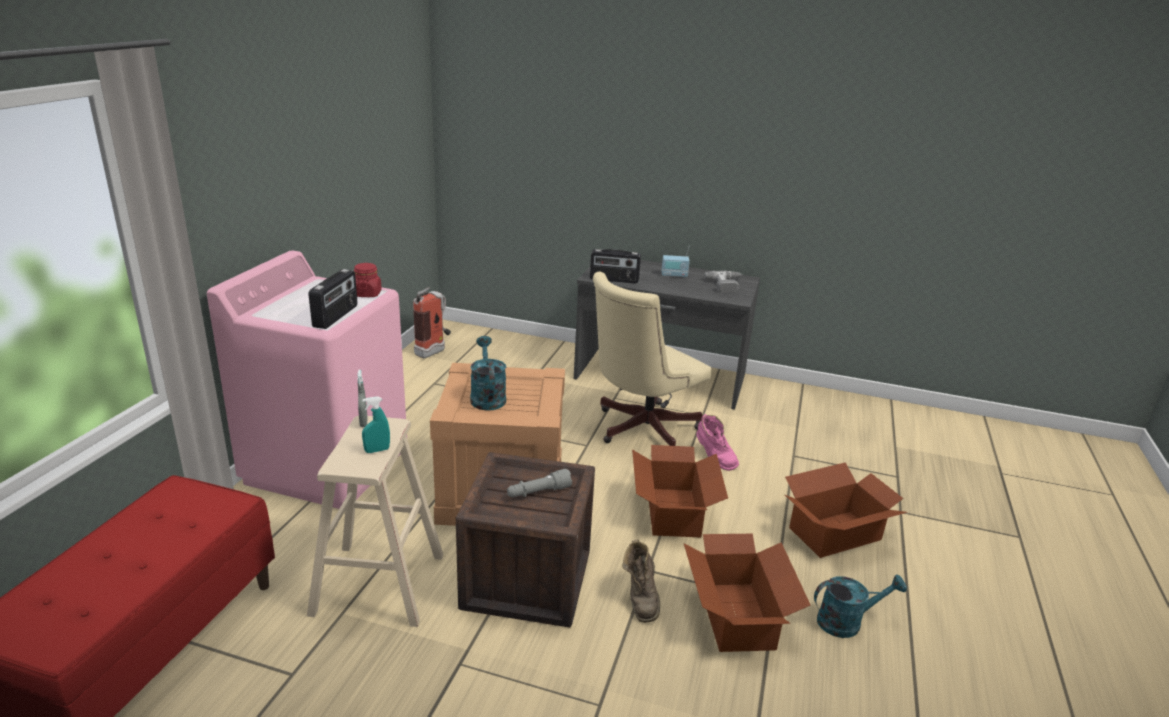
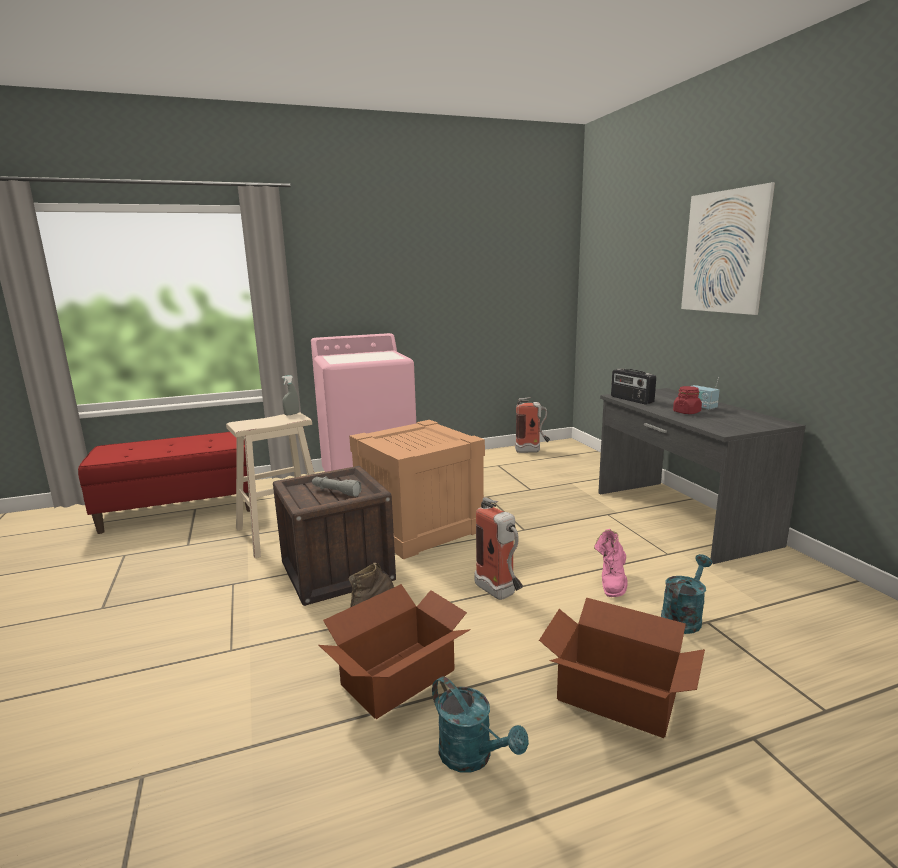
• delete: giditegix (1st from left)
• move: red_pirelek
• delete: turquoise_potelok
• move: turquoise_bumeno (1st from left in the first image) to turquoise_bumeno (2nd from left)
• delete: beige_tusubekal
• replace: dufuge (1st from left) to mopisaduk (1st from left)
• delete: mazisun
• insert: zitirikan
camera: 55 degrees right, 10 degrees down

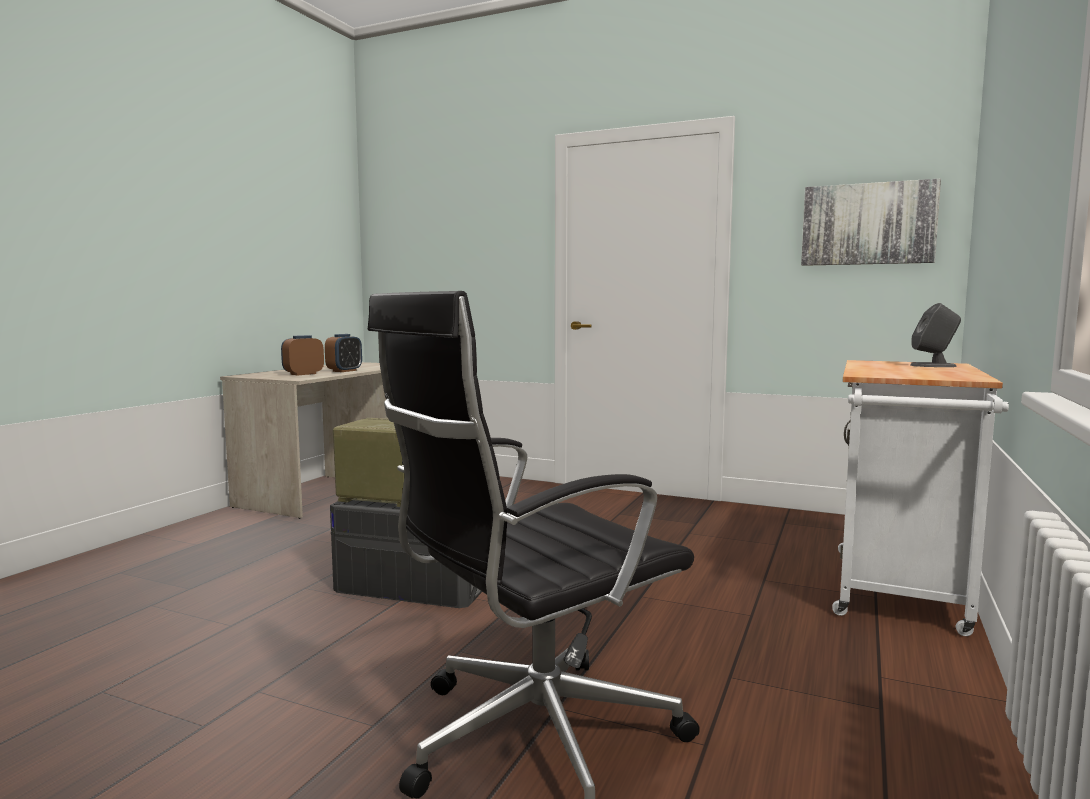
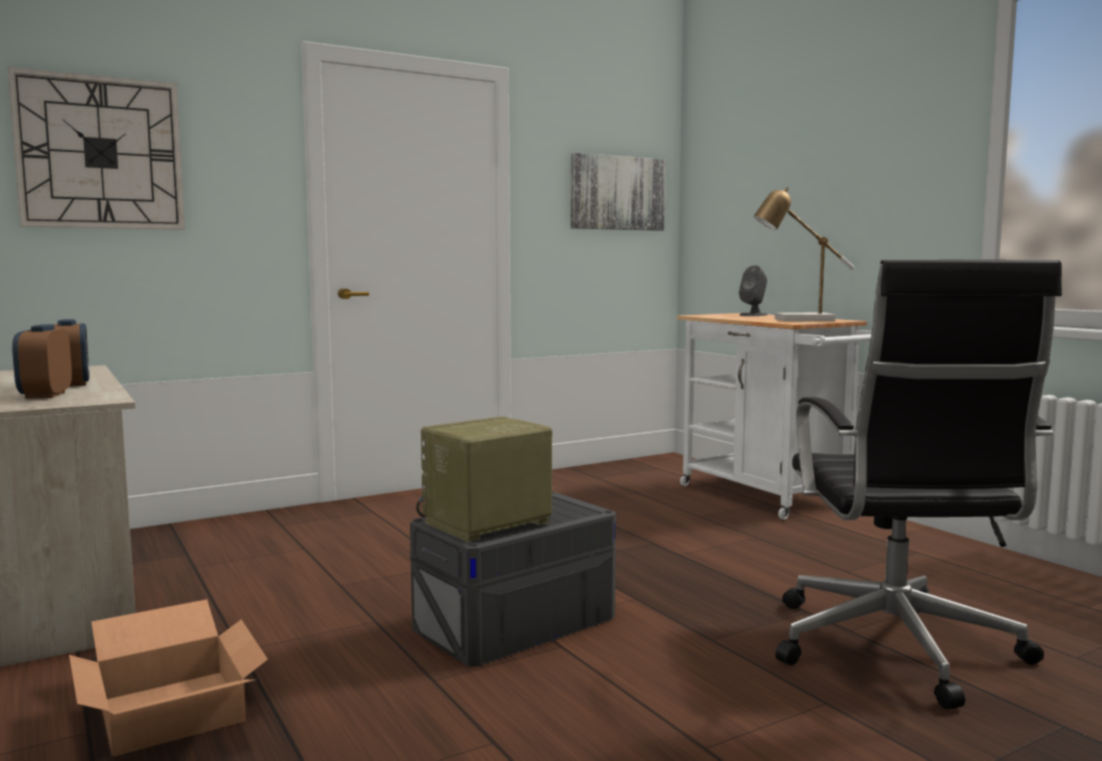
• insert: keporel
• insert: dufuge
• insert: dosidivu
camera: 55 degrees left, 0 degrees up

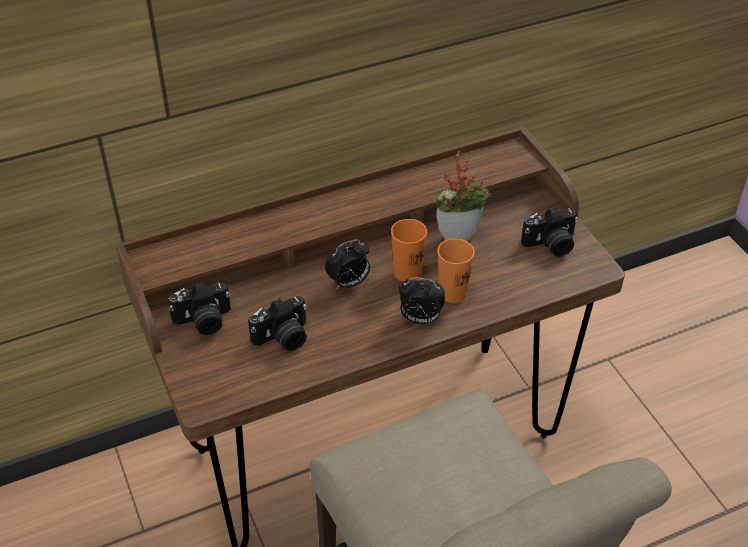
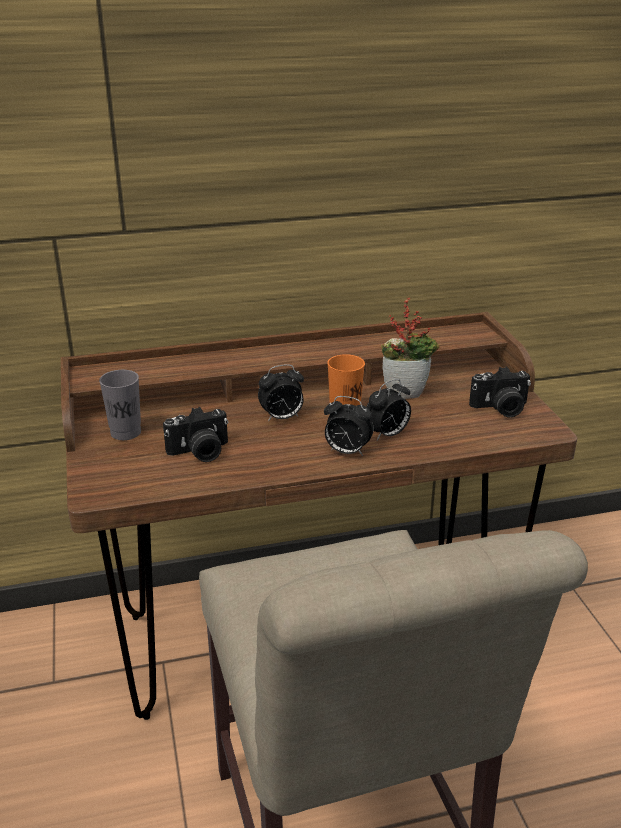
• replace: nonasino (1st from left) to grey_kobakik
• replace: orange_kobakik (2nd from left) to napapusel (3rd from left)
camera: 10 degrees right, 15 degrees down

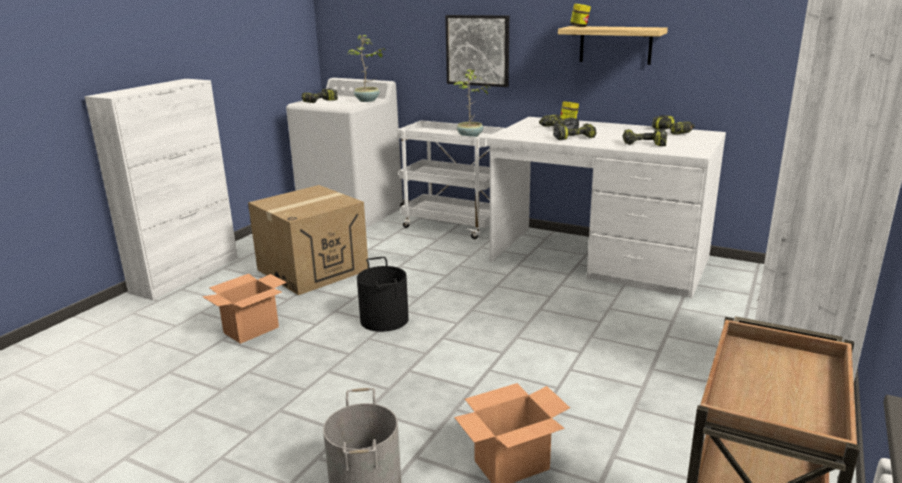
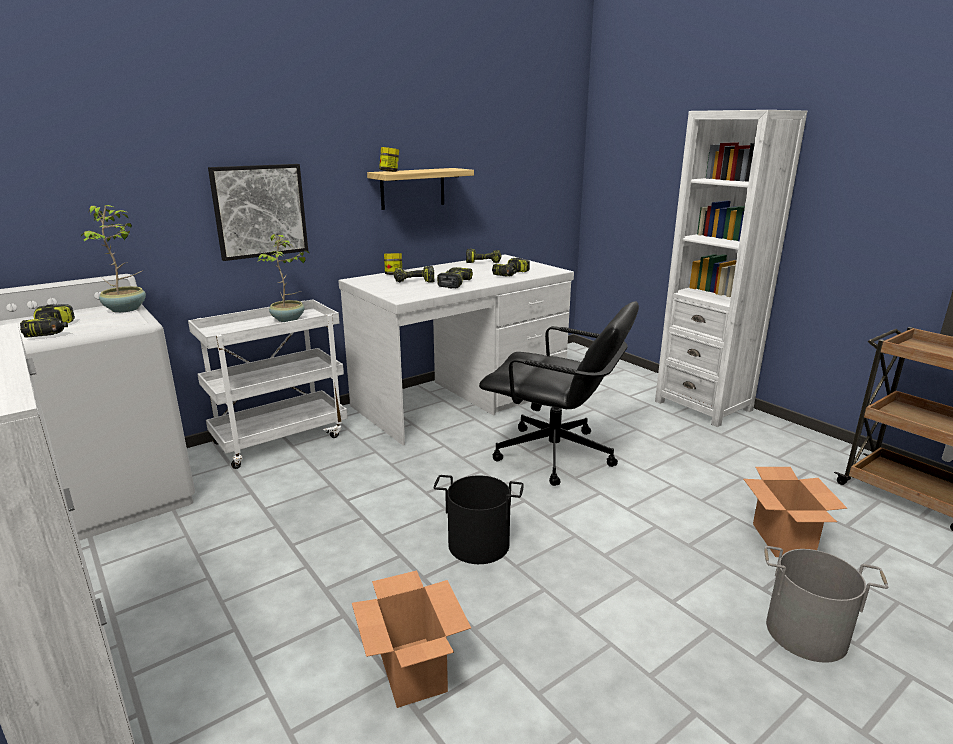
• delete: dufuge (2nd from left)
• insert: black_tusubekal
camera: 65 degrees left, 0 degrees up

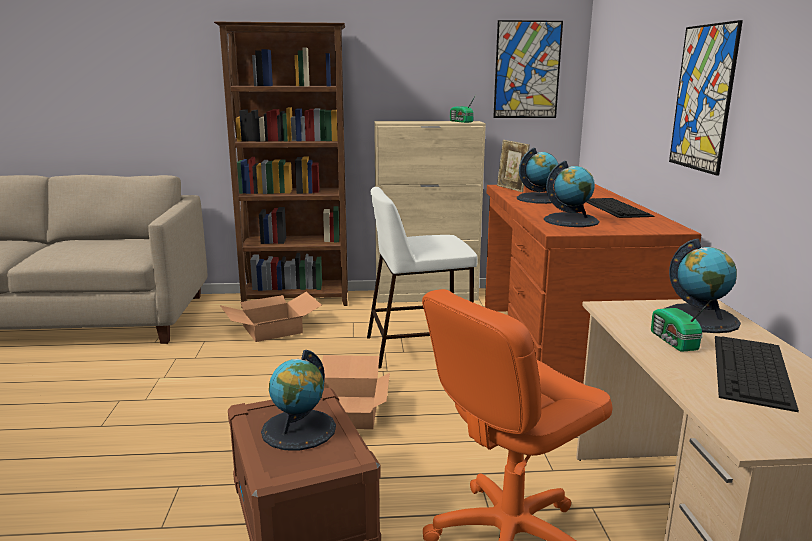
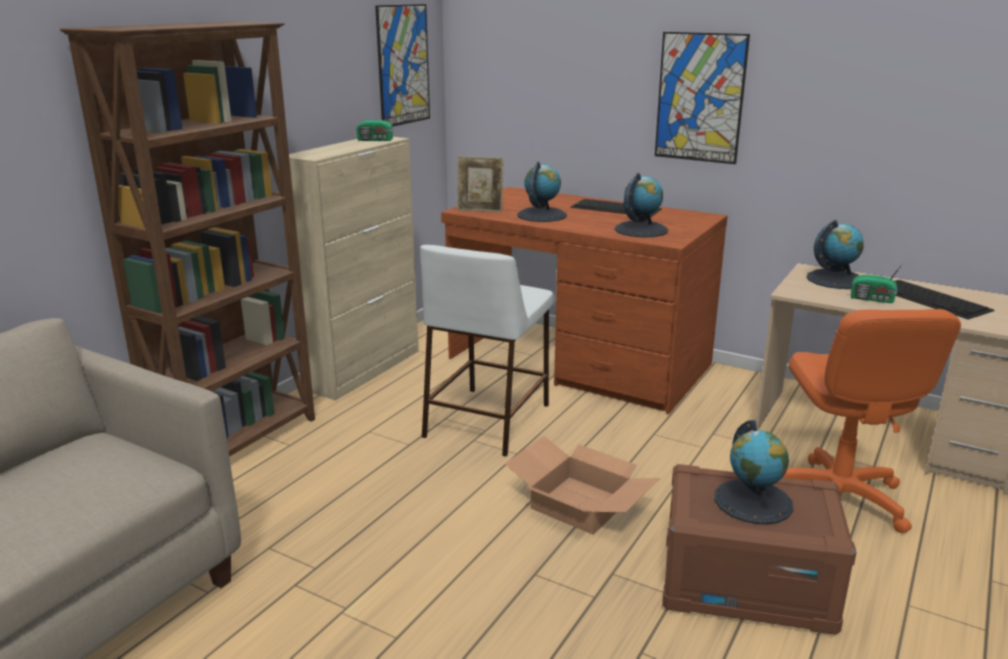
• delete: dufuge (1st from left)
camera: 55 degrees left, 5 degrees up

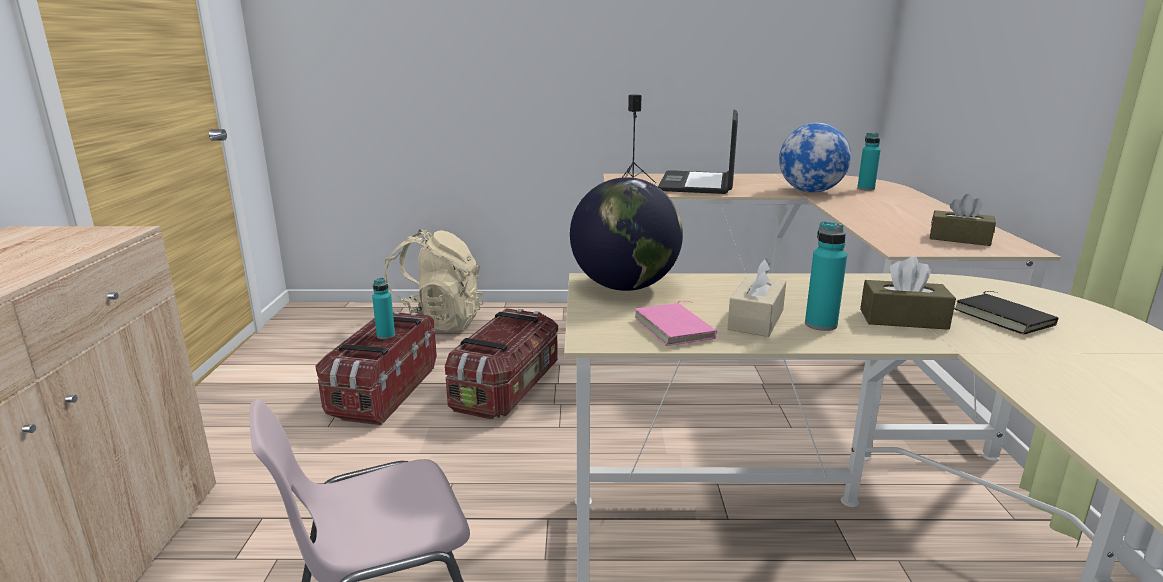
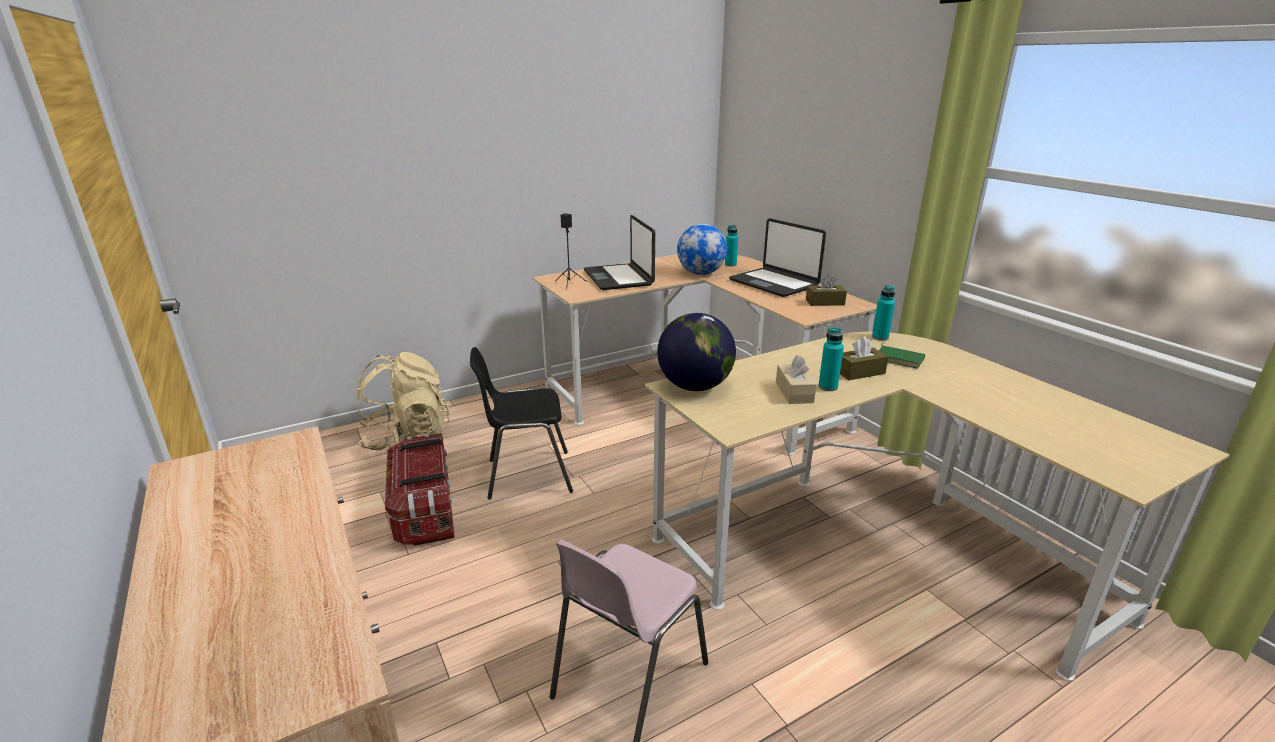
• move: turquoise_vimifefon (1st from left in the first image) to turquoise_vimifefon (3rd from left)
• replace: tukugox (2nd from left) to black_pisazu
• delete: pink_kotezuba
• recolor: black_kotezuba to green_kotezuba
• insert: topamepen (2nd from left)
camera: 30 degrees left, 5 degrees up

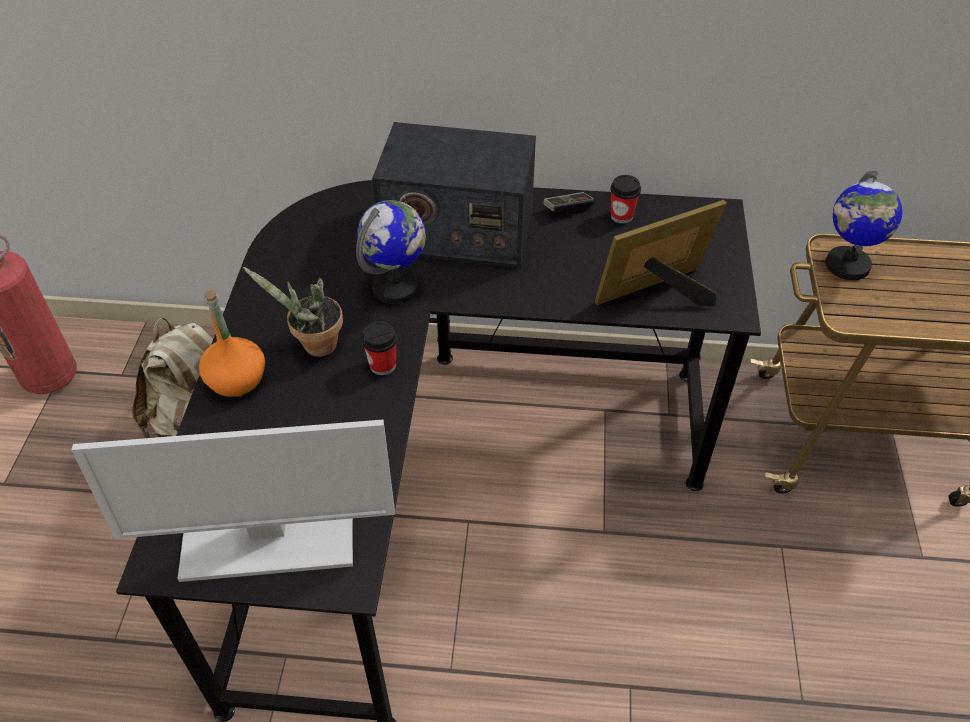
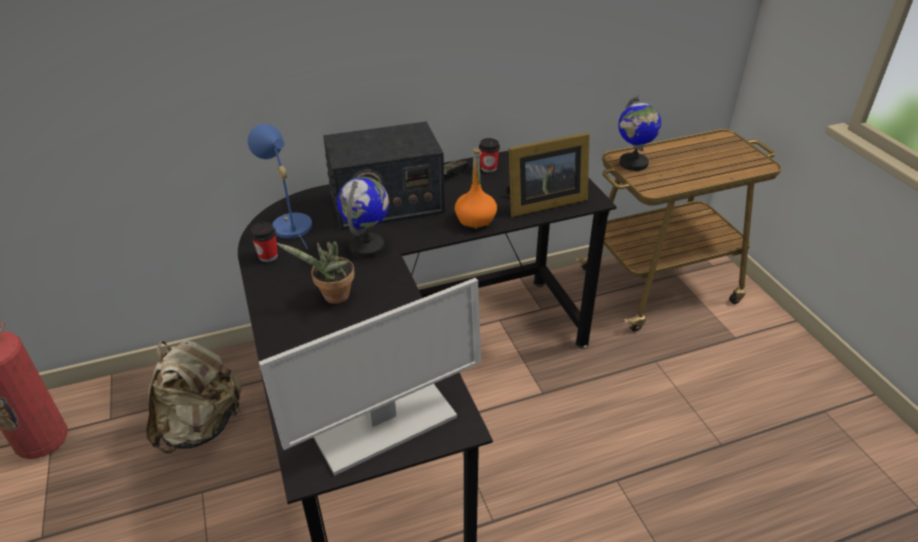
• move: orange_vimifefon
• move: kobakik (1st from left)
• rotate: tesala 150 degrees counterclockwise
• insert: blue_dosidivu
camera: 25 degrees left, 10 degrees down

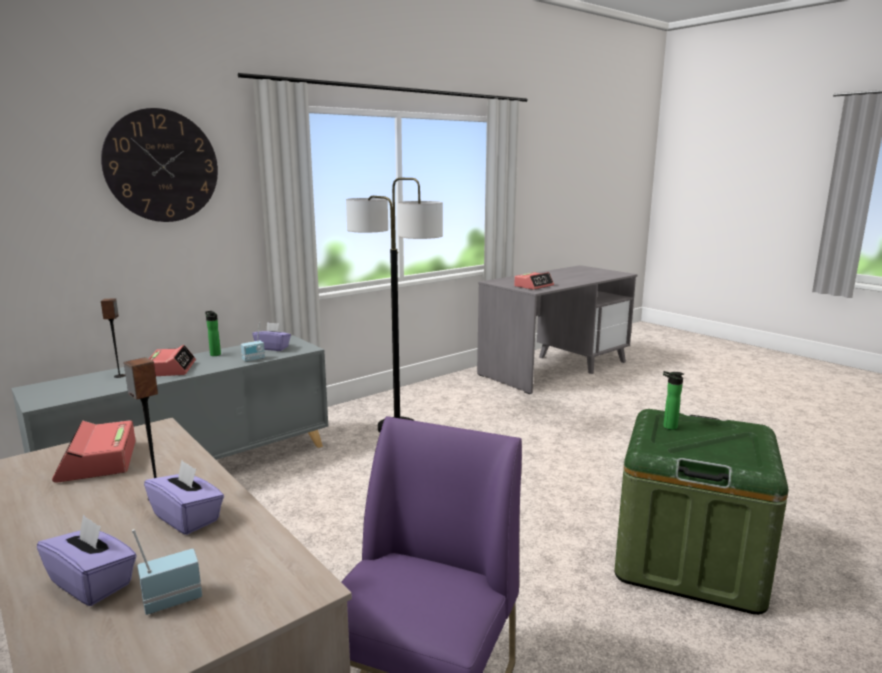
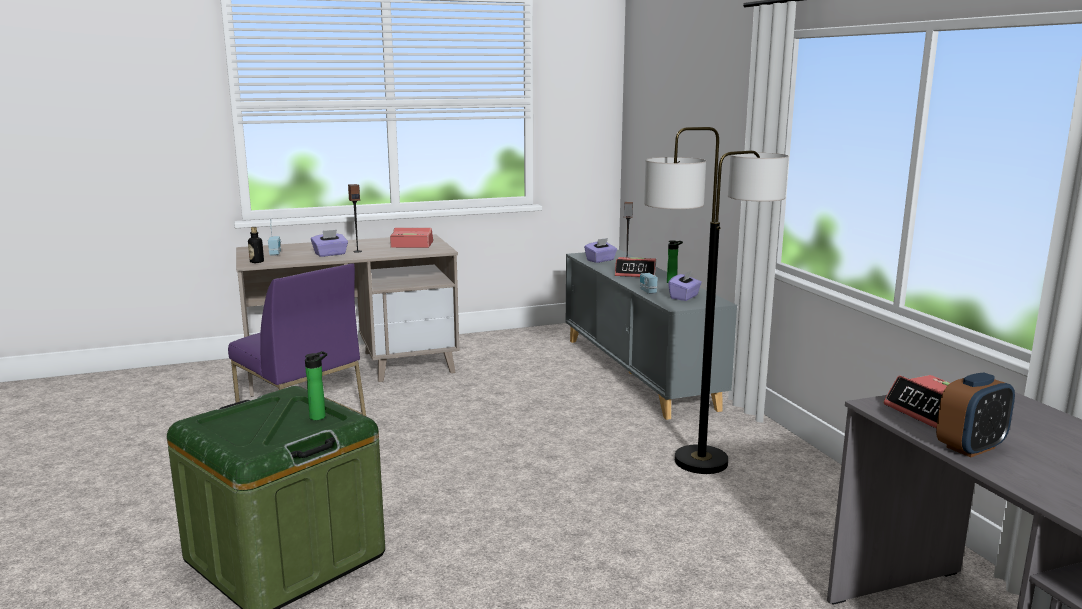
• move: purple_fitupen (1st from left in the first image) to purple_fitupen (2nd from left)
• delete: keporel
• insert: vimifefon (1st from left)
• insert: napapusel (4th from left)
camera: 110 degrees right, 0 degrees up

